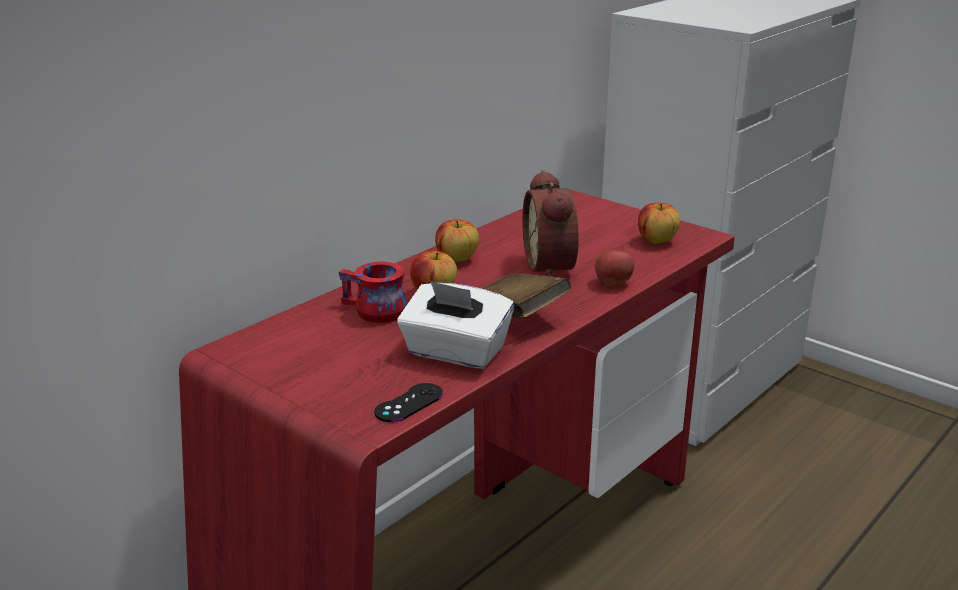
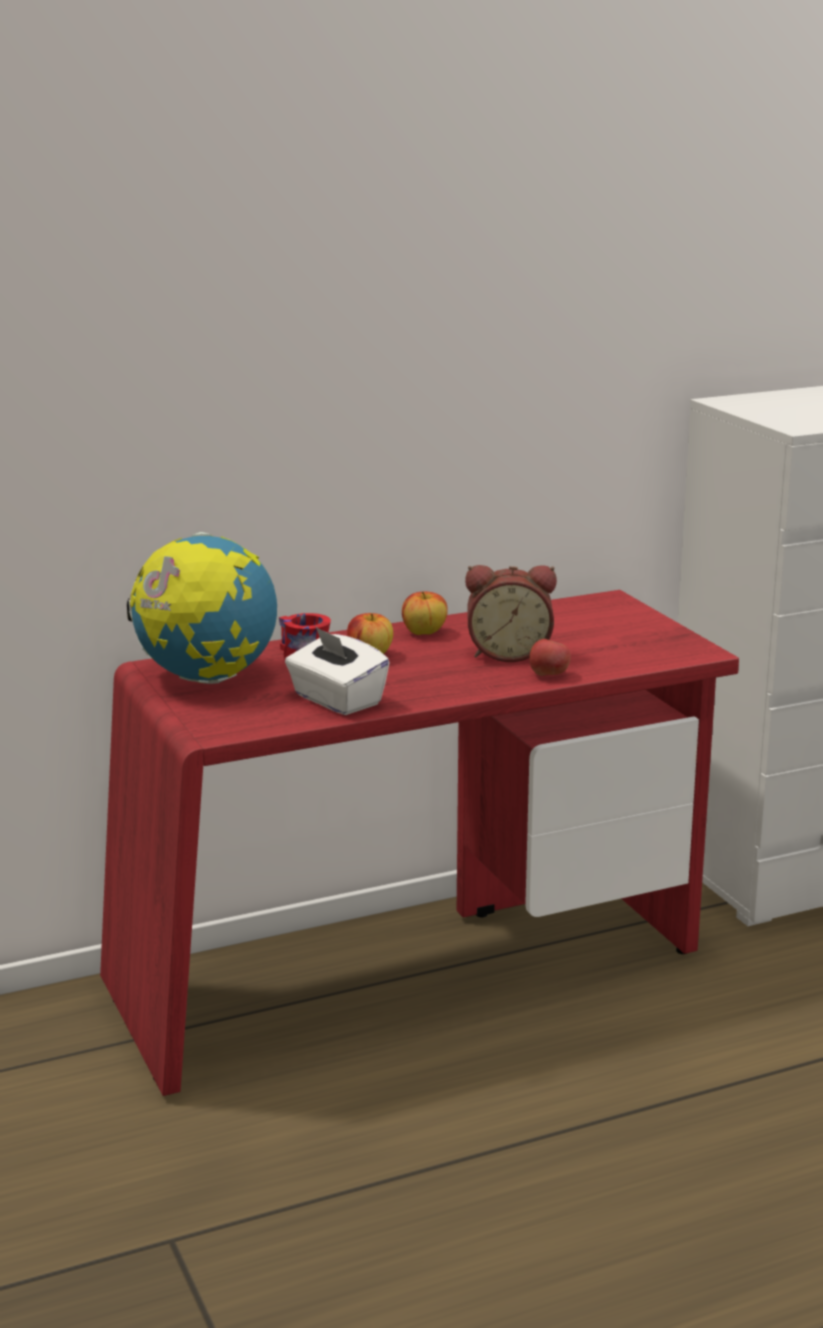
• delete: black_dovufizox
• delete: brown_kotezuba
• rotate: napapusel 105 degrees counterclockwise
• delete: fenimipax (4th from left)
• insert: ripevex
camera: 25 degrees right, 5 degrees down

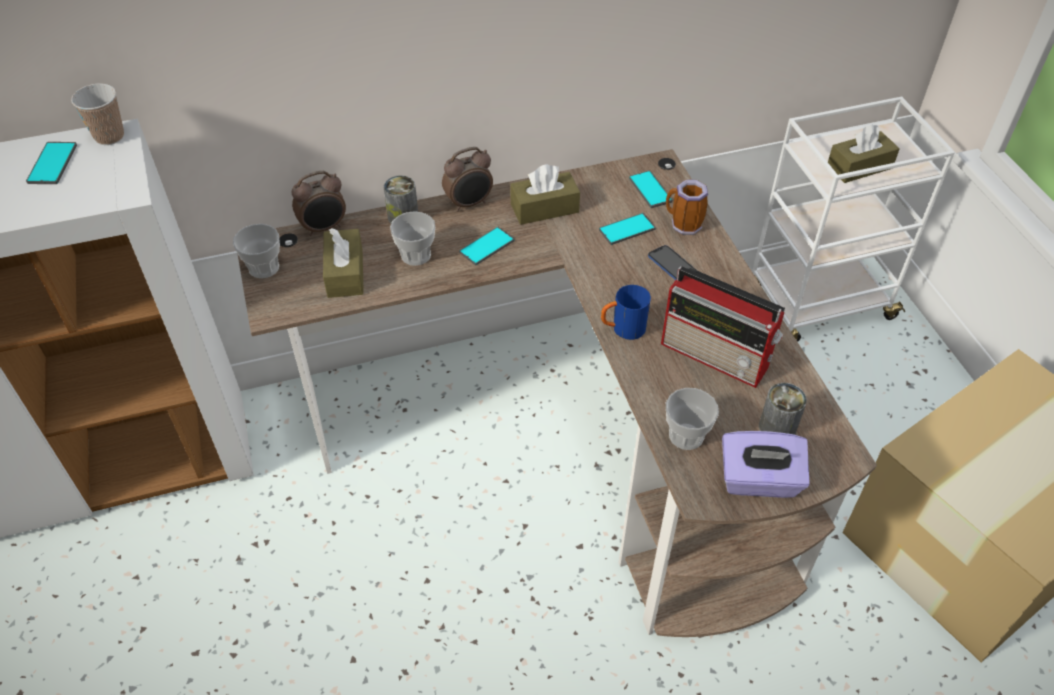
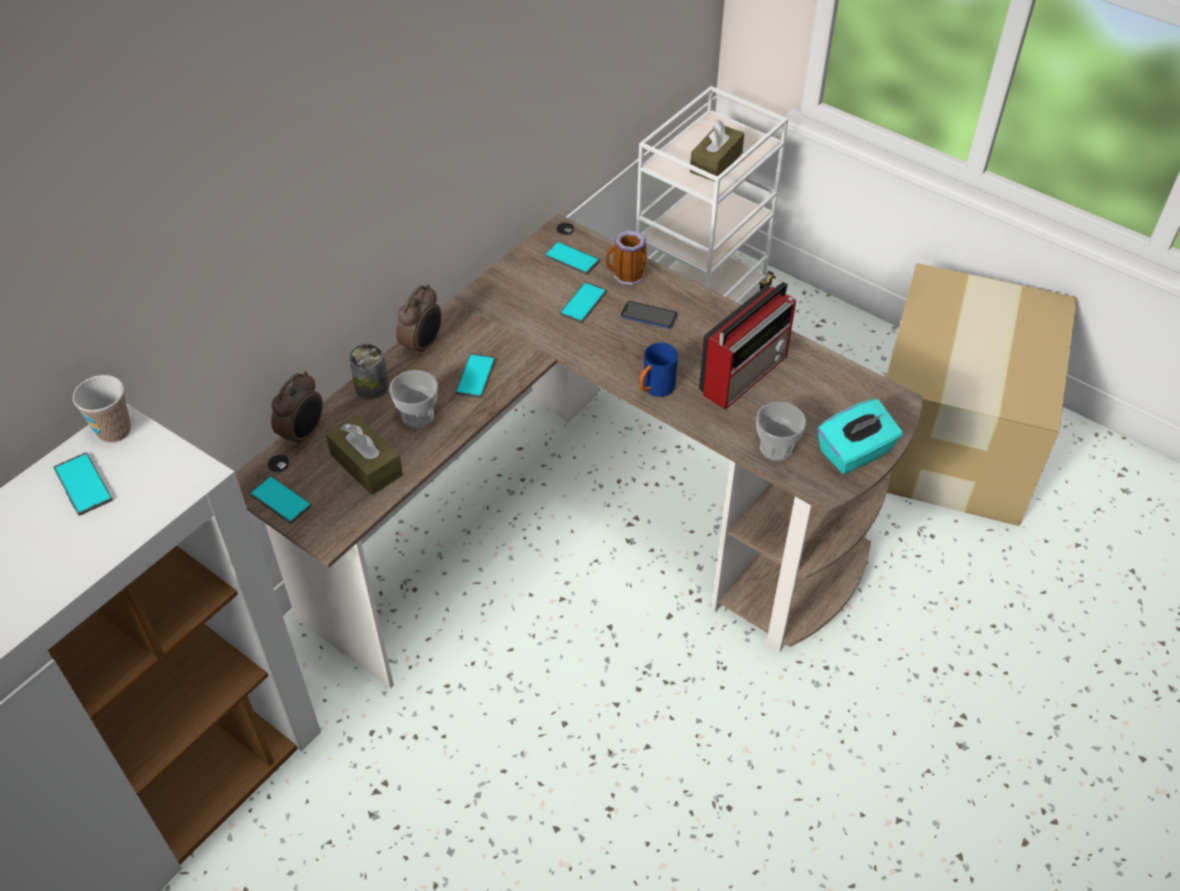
• replace: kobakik (2nd from left) to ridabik (2nd from left)
• delete: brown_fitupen (2nd from left)
• rotate: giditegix 45 degrees counterclockwise
• recolor: purple_fitupen to turquoise_fitupen
• delete: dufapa (2nd from left)
camera: 35 degrees left, 0 degrees up

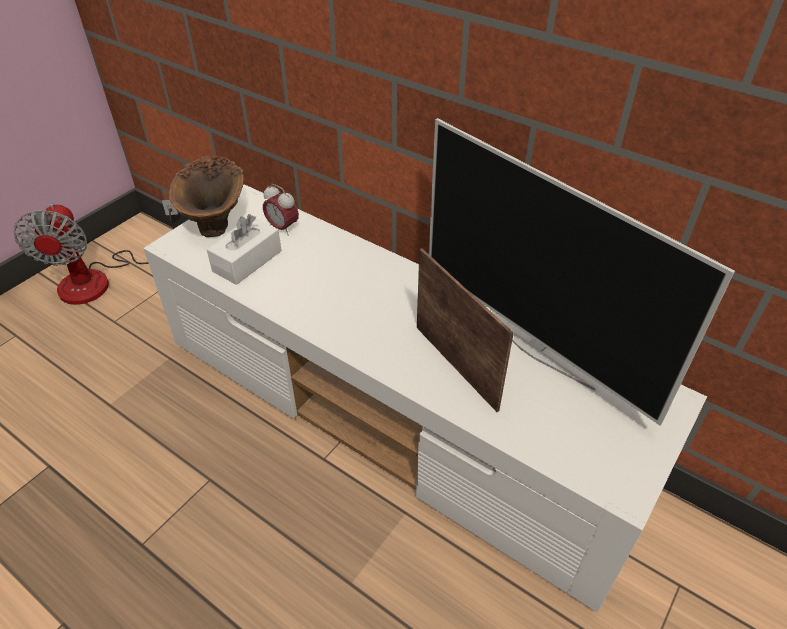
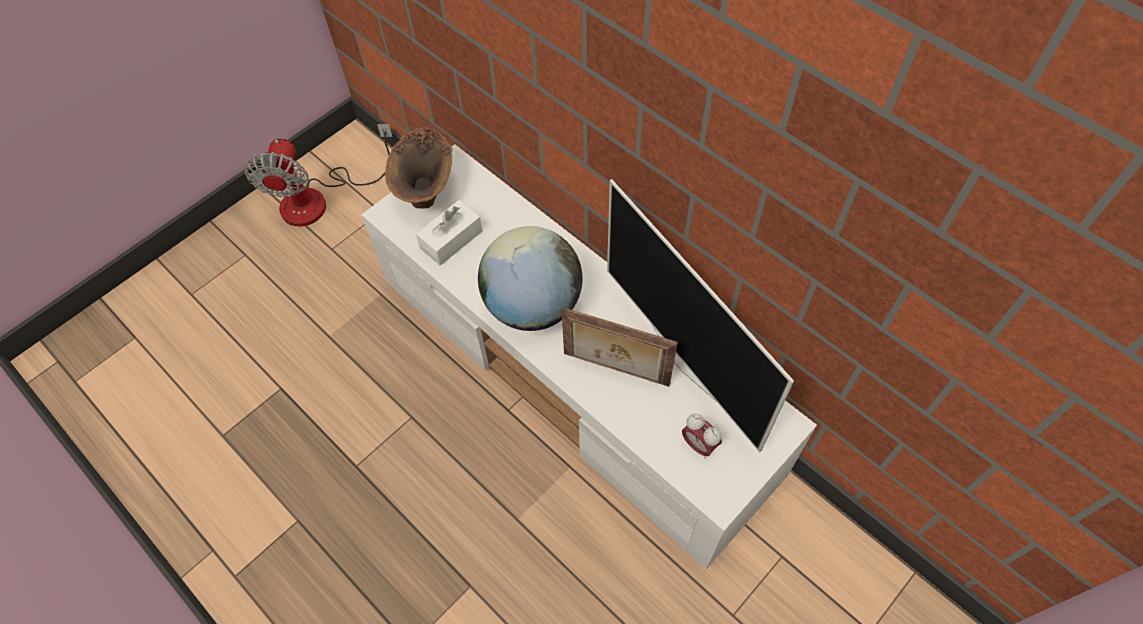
• move: napapusel
• rotate: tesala 135 degrees clockwise
• insert: ripevex
camera: 10 degrees right, 15 degrees up

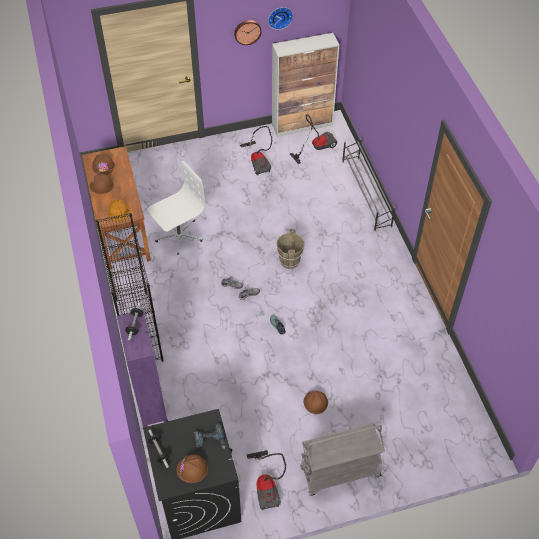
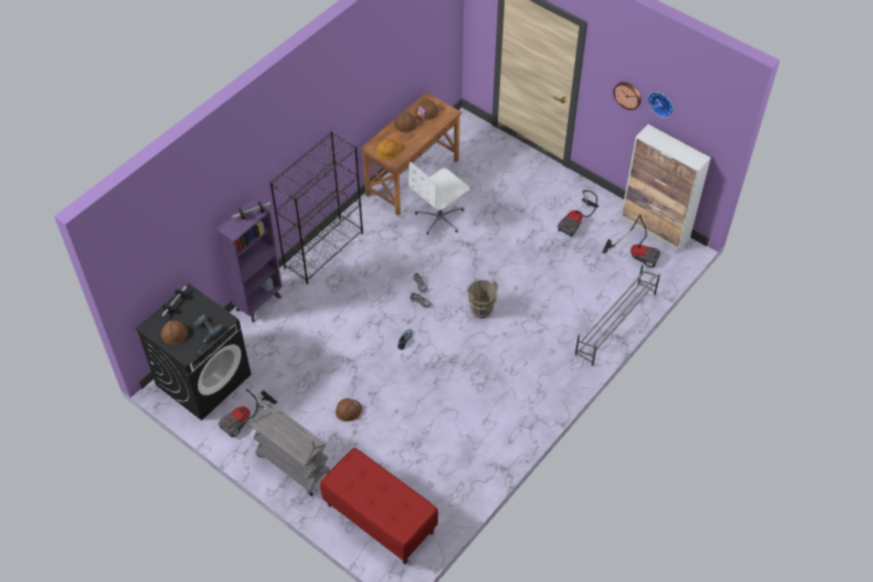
• rotate: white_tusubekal 120 degrees clockwise
• insert: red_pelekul
camera: 55 degrees right, 0 degrees up

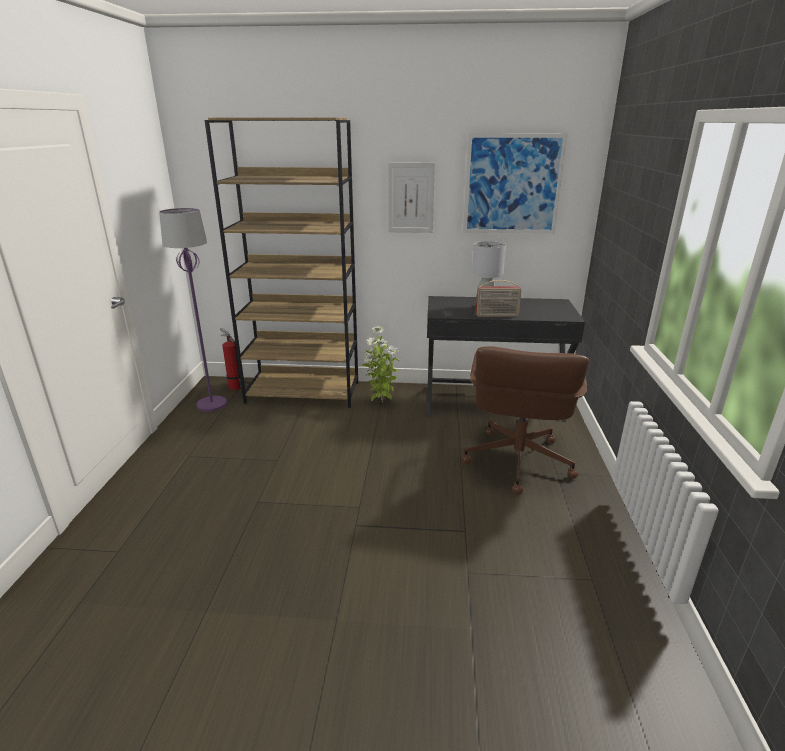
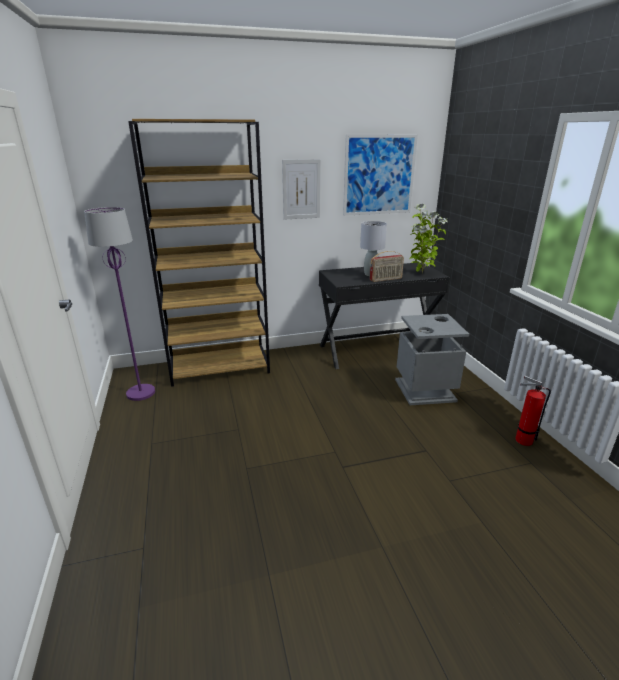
• move: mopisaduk
• move: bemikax
• replace: brown_tusubekal to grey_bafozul
camera: 20 degrees left, 0 degrees up

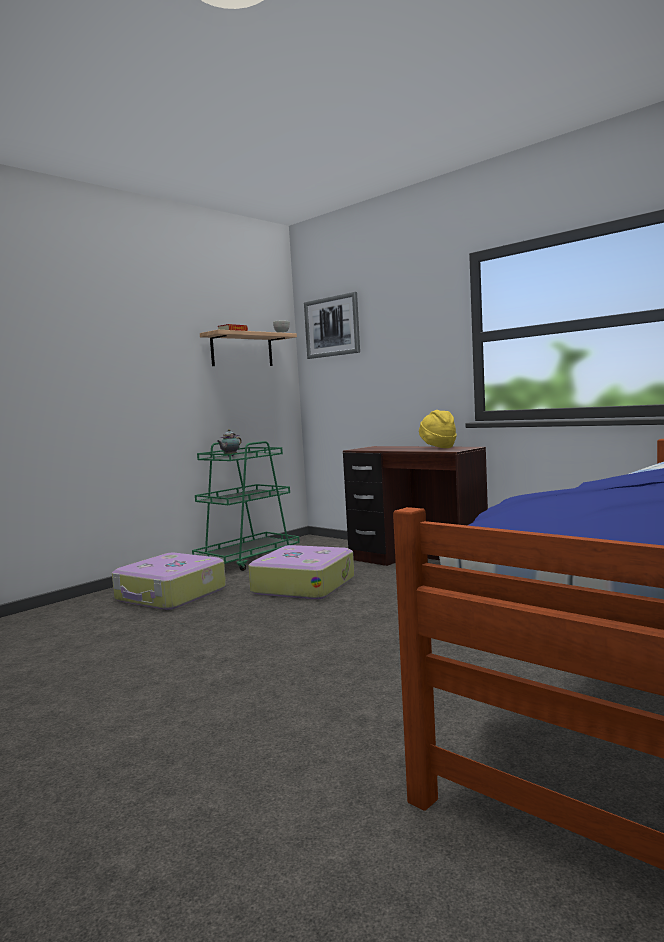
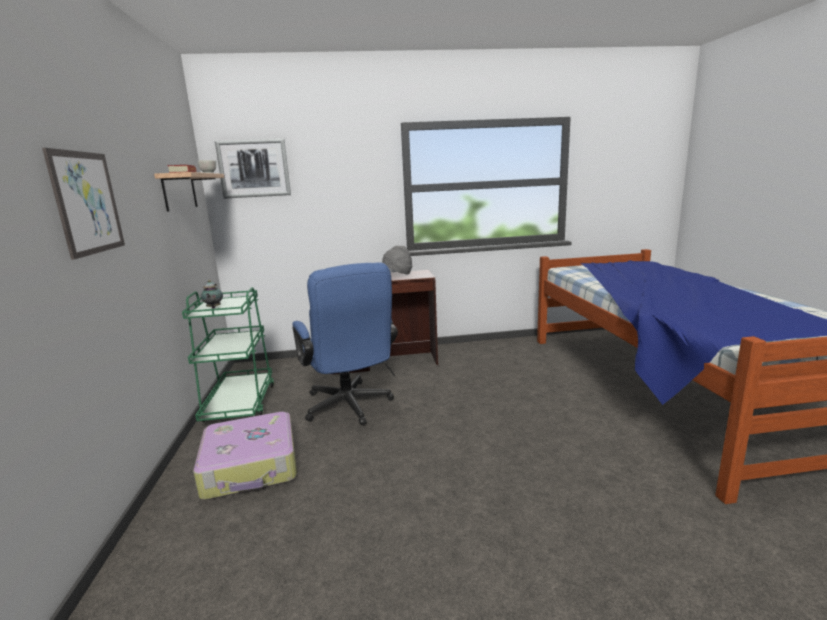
• replace: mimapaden (2nd from left) to blue_tusubekal
• recolor: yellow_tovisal to grey_tovisal
• insert: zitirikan (1st from left)
camera: 50 degrees left, 10 degrees up

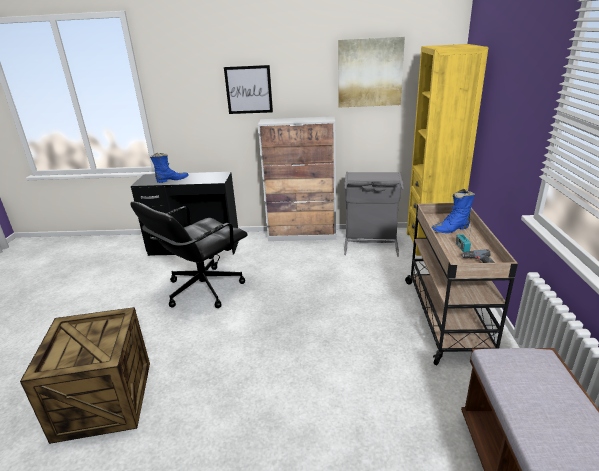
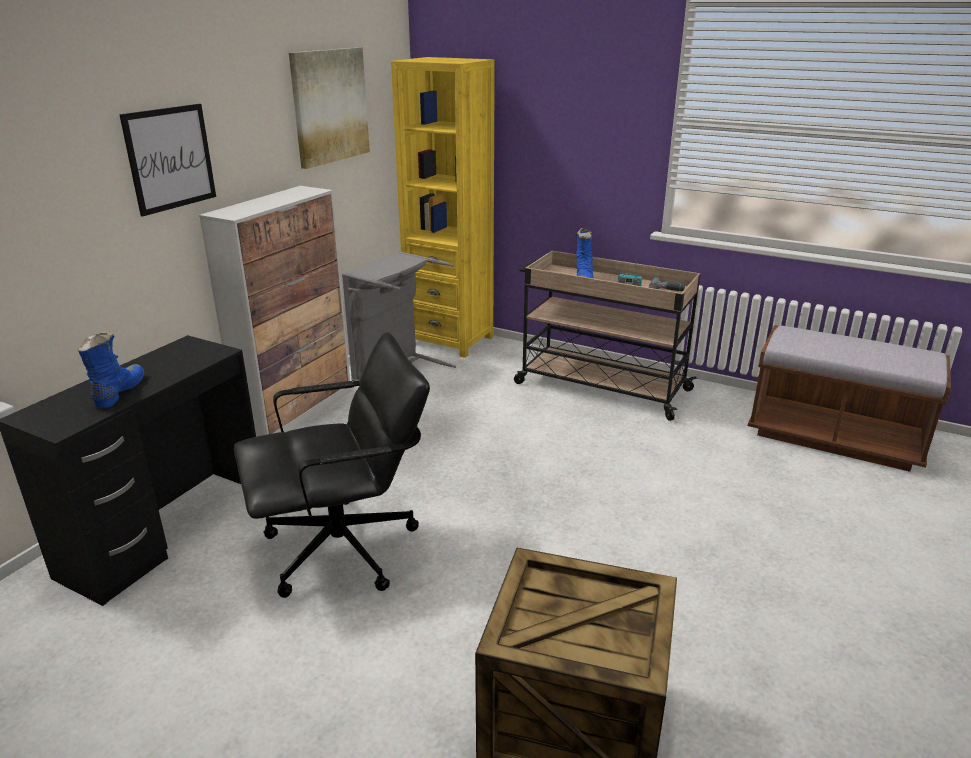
• rotate: black_tusubekal 90 degrees counterclockwise
camera: 65 degrees left, 0 degrees up

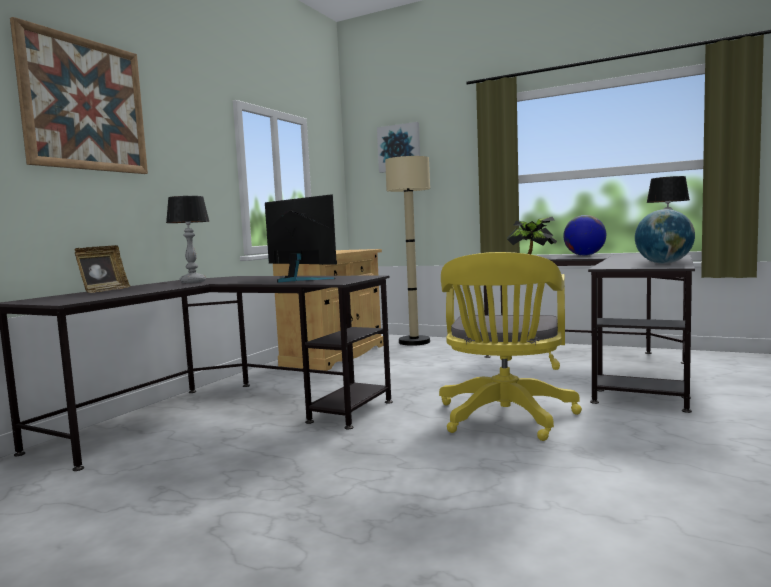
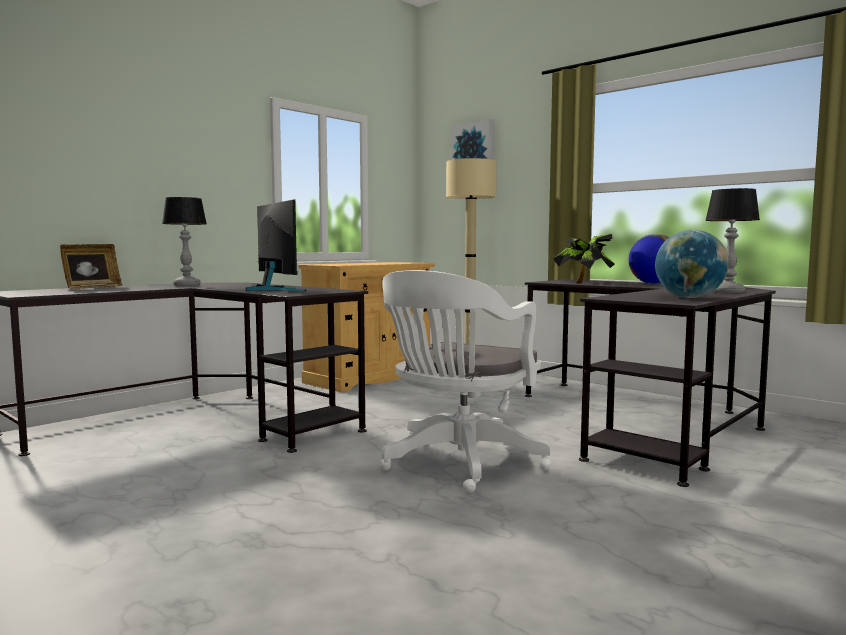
• delete: zitirikan (1st from left)
• recolor: yellow_tusubekal to white_tusubekal
camera: 15 degrees right, 0 degrees up

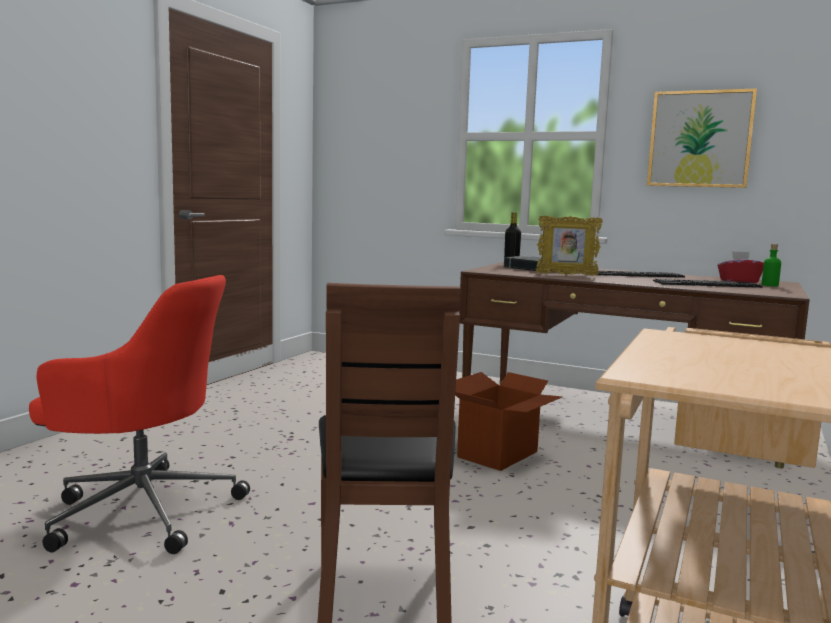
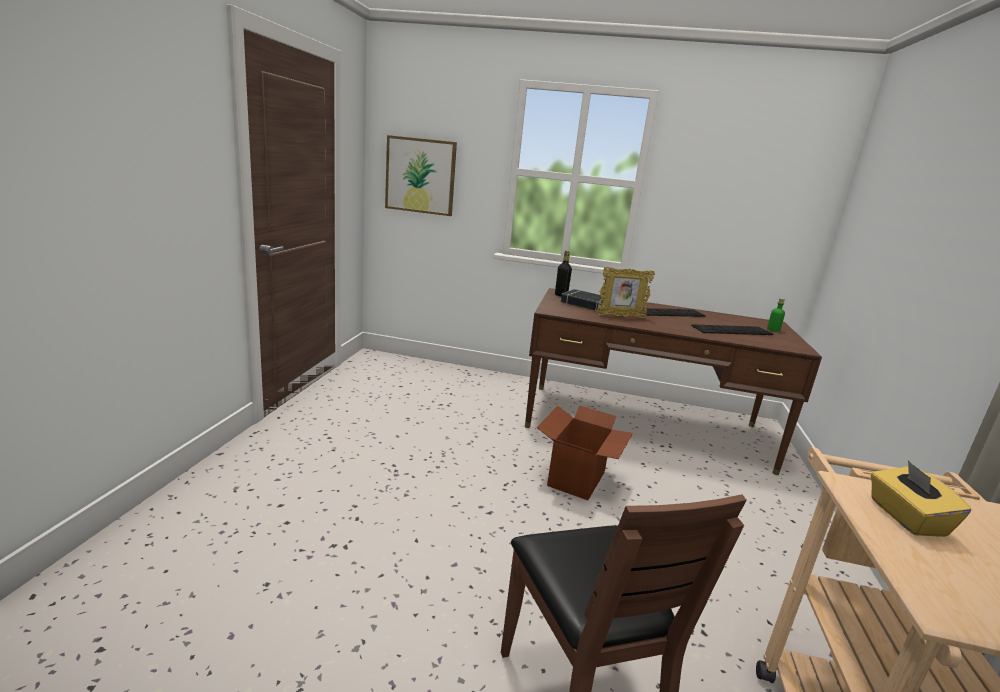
• delete: red_tusubekal
• move: zitirikan
• delete: red_fitupen
• insert: yellow_fitupen
camera: 15 degrees left, 10 degrees up

